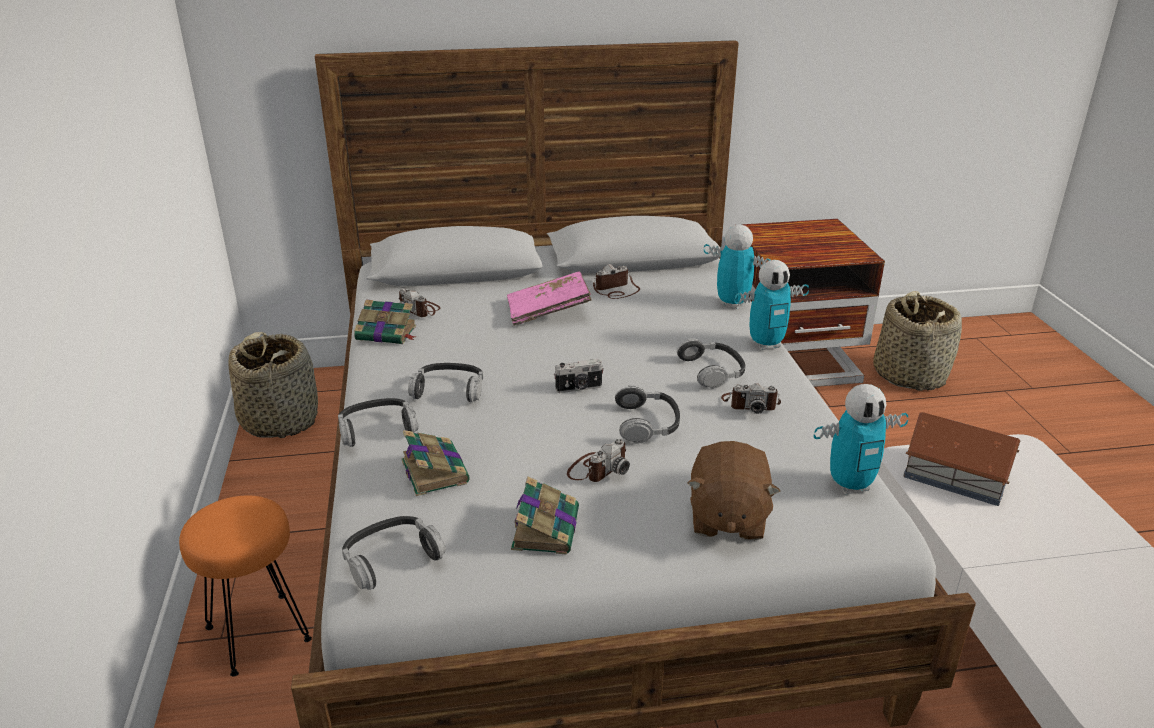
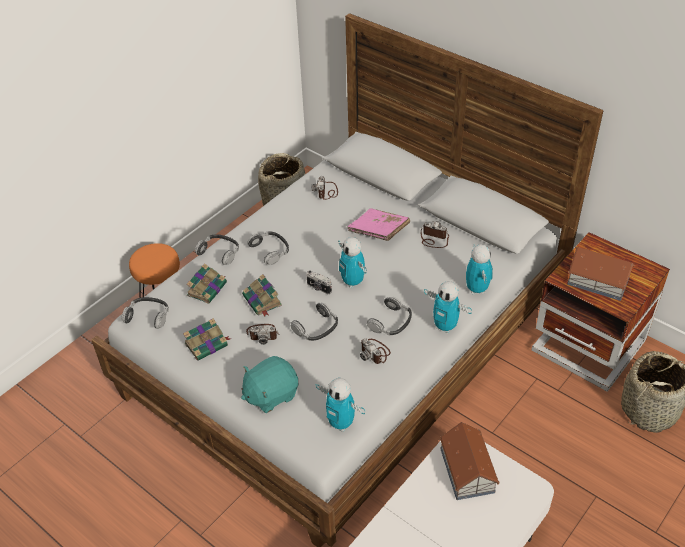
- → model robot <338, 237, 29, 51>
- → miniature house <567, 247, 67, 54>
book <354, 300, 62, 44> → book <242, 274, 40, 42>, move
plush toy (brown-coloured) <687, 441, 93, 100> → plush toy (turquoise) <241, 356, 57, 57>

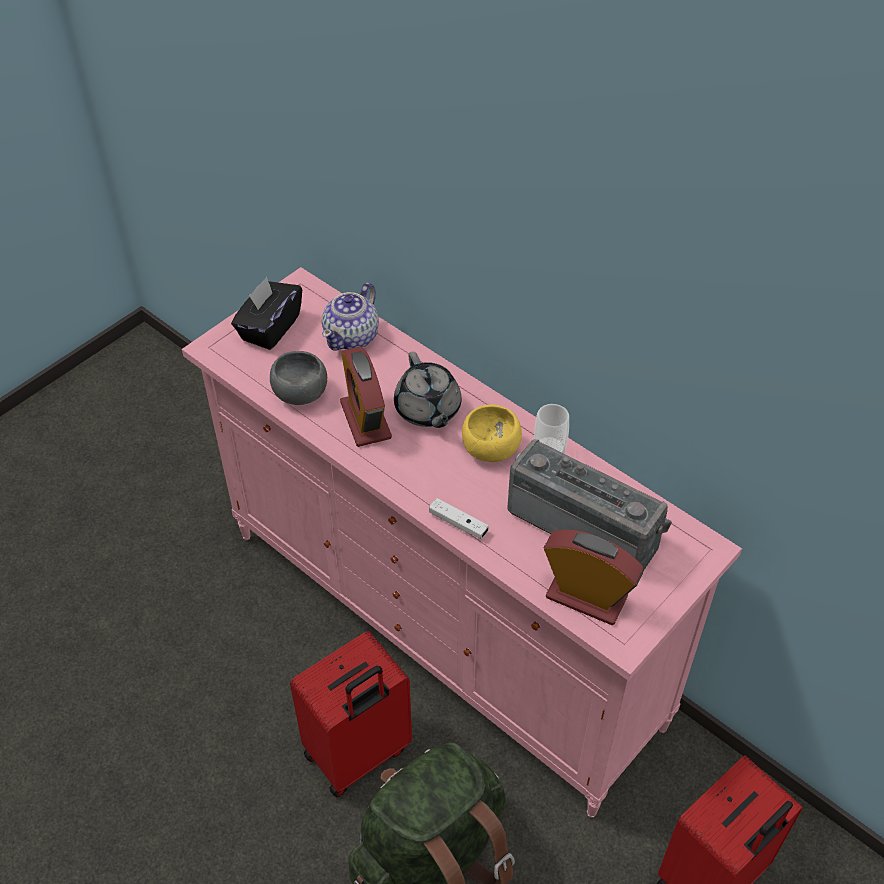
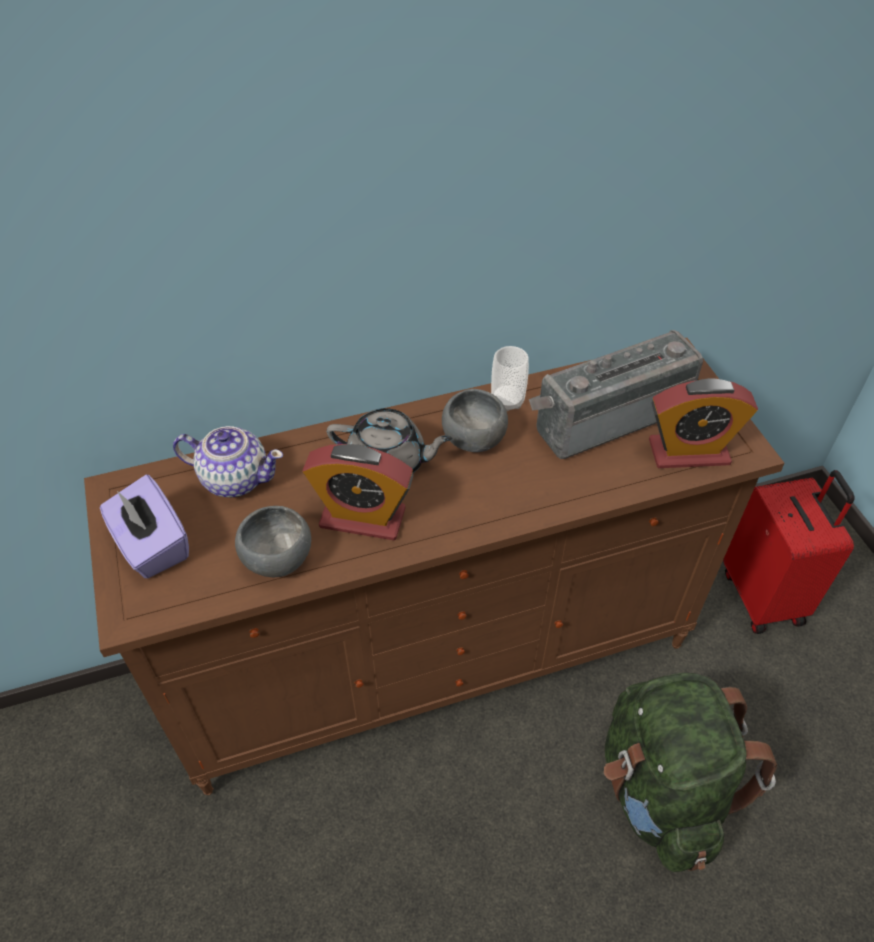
suitcase (red) <290, 631, 122, 166> → -
game controller (white-coloured) <429, 498, 60, 41> → -
dresser (pink) <182, 267, 560, 551> → dresser (brown-coloured) <84, 338, 700, 457>
tissue holder (black-coloured) <231, 277, 71, 73> → tissue holder (purple-coloured) <100, 475, 89, 103>
serving bowl (yellowish) <462, 405, 60, 57> → serving bowl (grey) <442, 389, 66, 63>
pot for tea <322, 282, 57, 69> → pot for tea <173, 426, 110, 72>, 45 degrees counterclockwise
alarm clock <544, 530, 99, 95> → alarm clock <649, 378, 109, 90>, 150 degrees counterclockwise

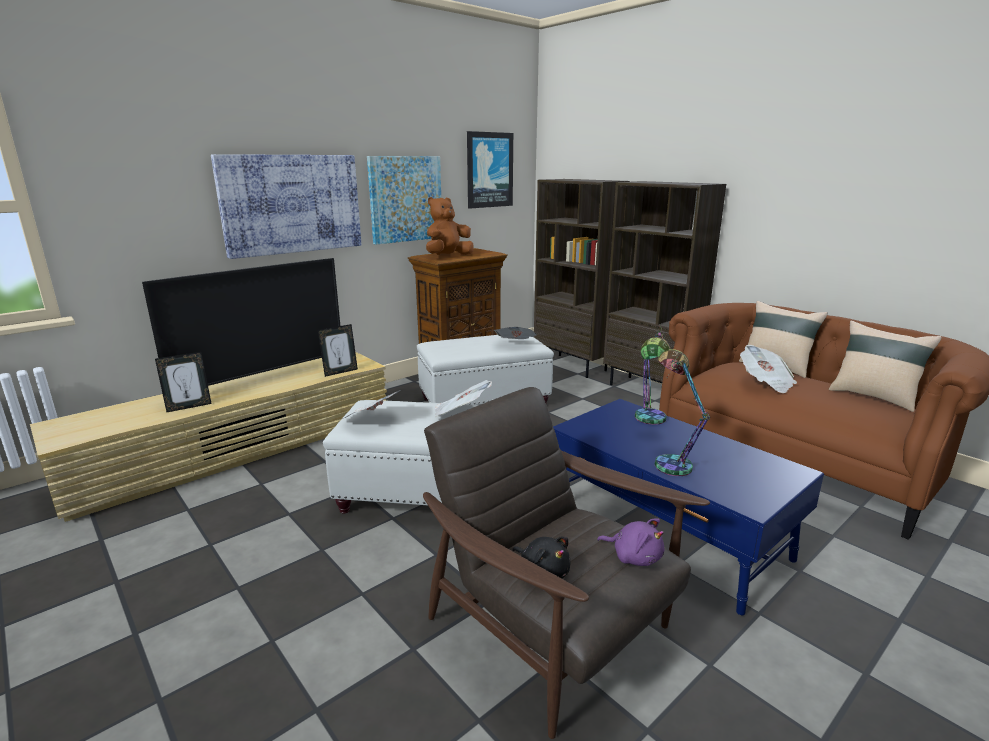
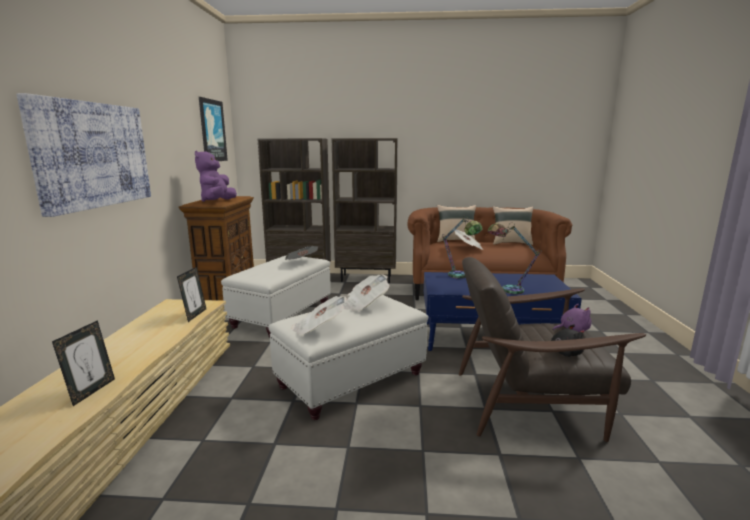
television <142, 258, 198, 128> → -
wall picture <367, 156, 74, 89> → -
plush toy (brown-coloured) <426, 197, 48, 58> → plush toy (purple-coloured) <195, 151, 42, 51>

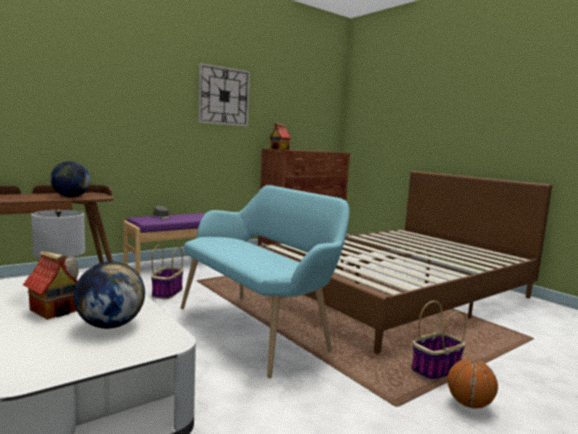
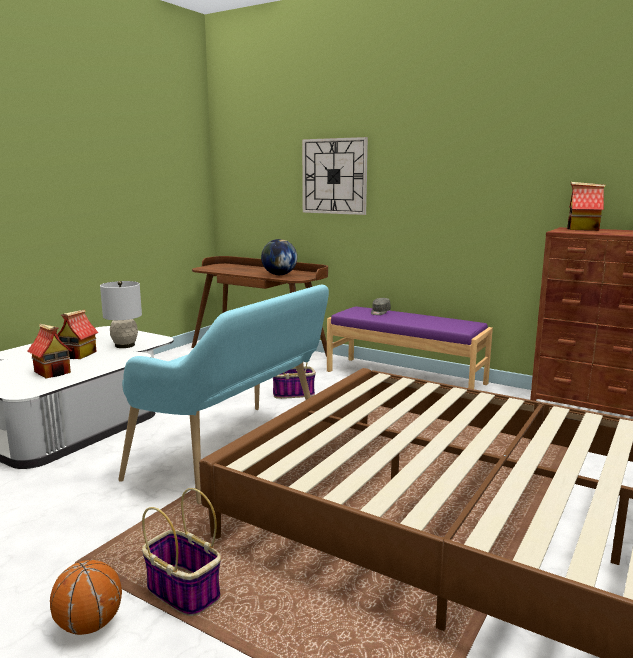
clock on the wall <198, 63, 52, 63> → clock on the wall <302, 137, 66, 78>, move
world globe <74, 261, 71, 68> → miniature house <27, 324, 45, 55>

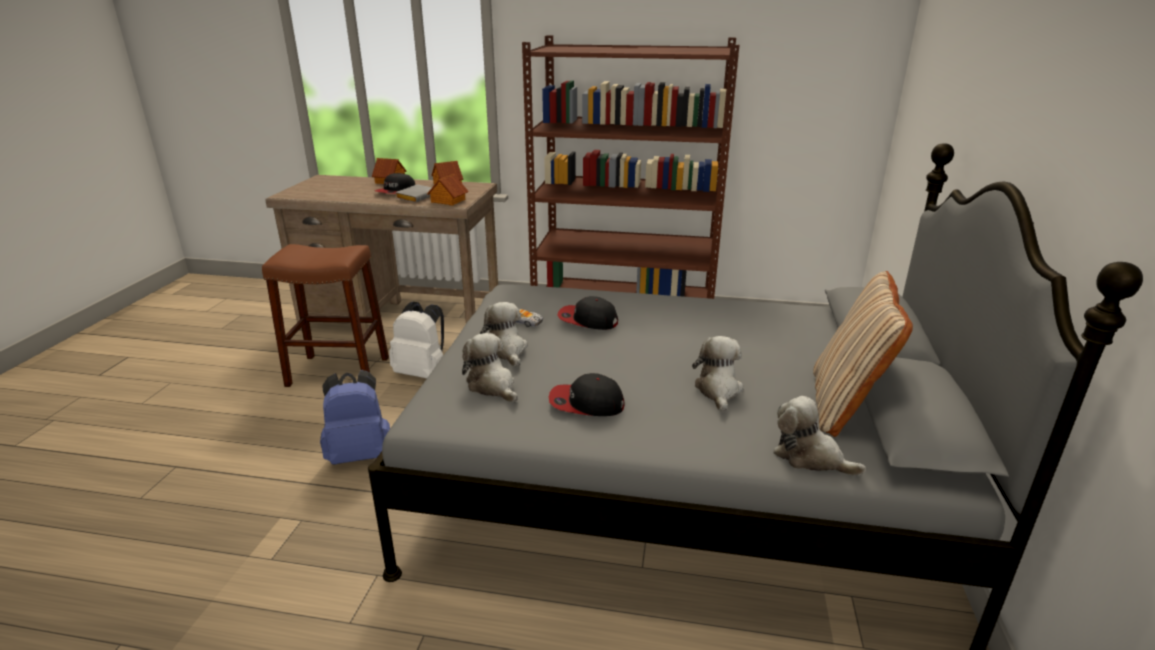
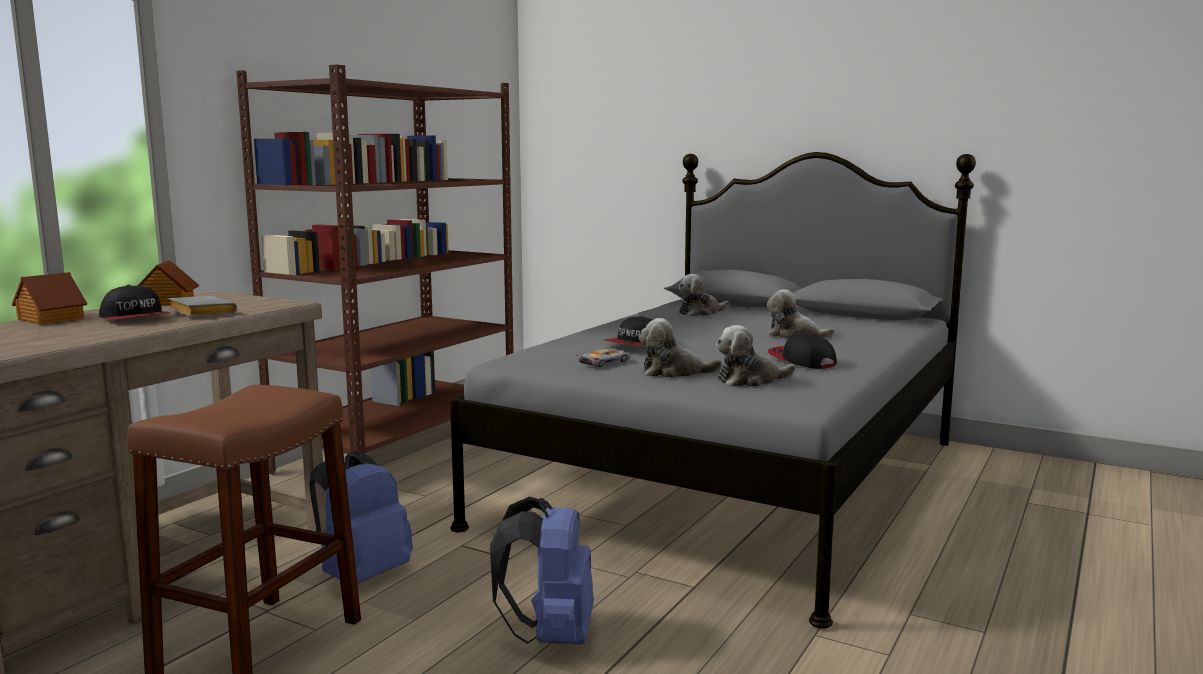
miniature house <427, 174, 42, 32> → -
pillow (sand-coloured) <813, 271, 100, 166> → -
plush toy <773, 396, 93, 80> → plush toy <679, 274, 50, 42>, move
rucksack (white-coloured) <389, 302, 55, 77> → rucksack (blue) <309, 451, 104, 133>
baseball cap <549, 373, 76, 43> → baseball cap <768, 333, 69, 36>, 120 degrees clockwise

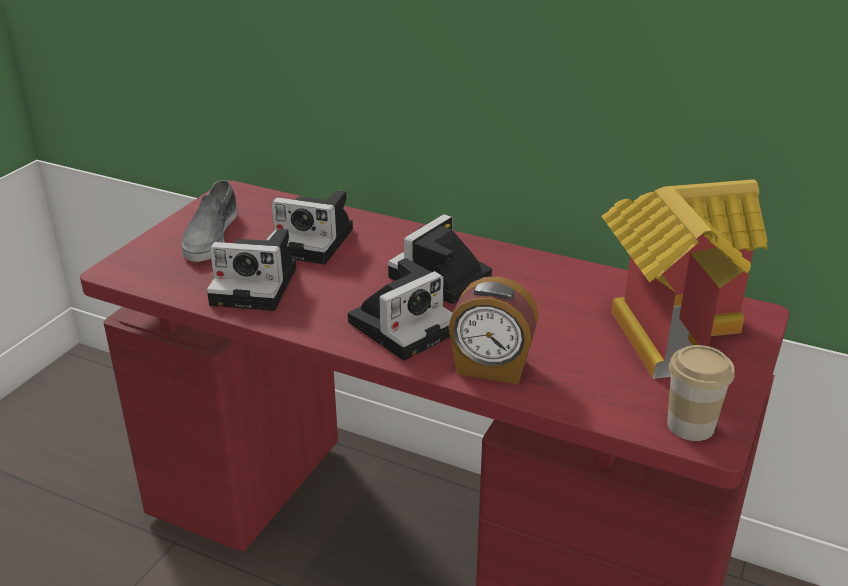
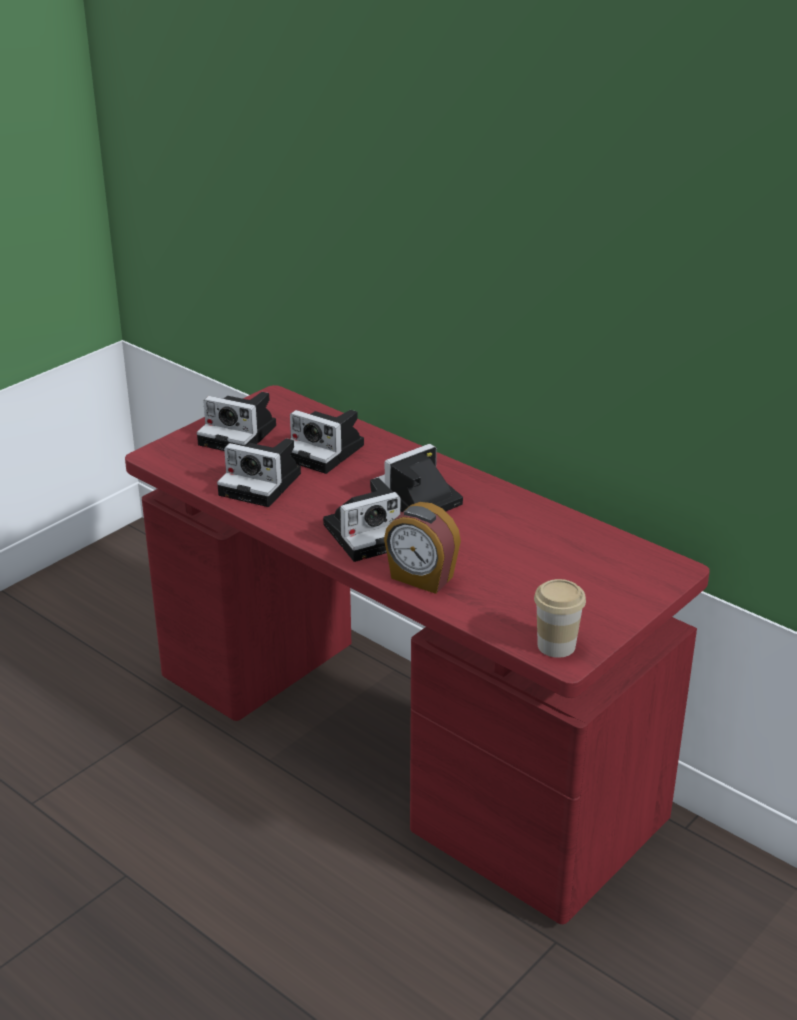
miniature house <602, 179, 166, 200> → -
item of footwear (grey) <182, 180, 55, 82> → photo camera <197, 392, 79, 59>

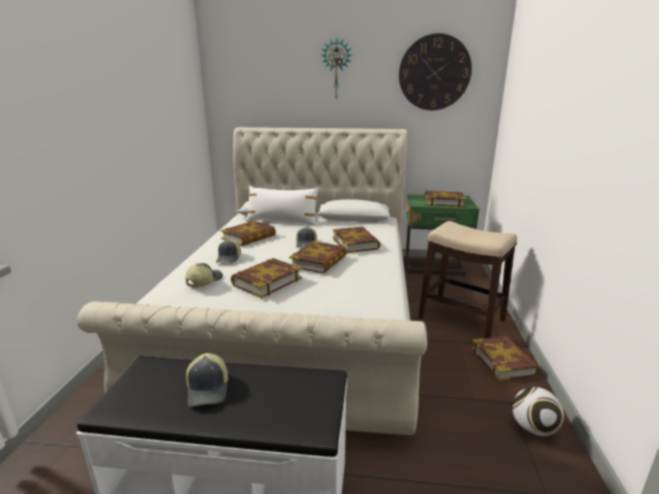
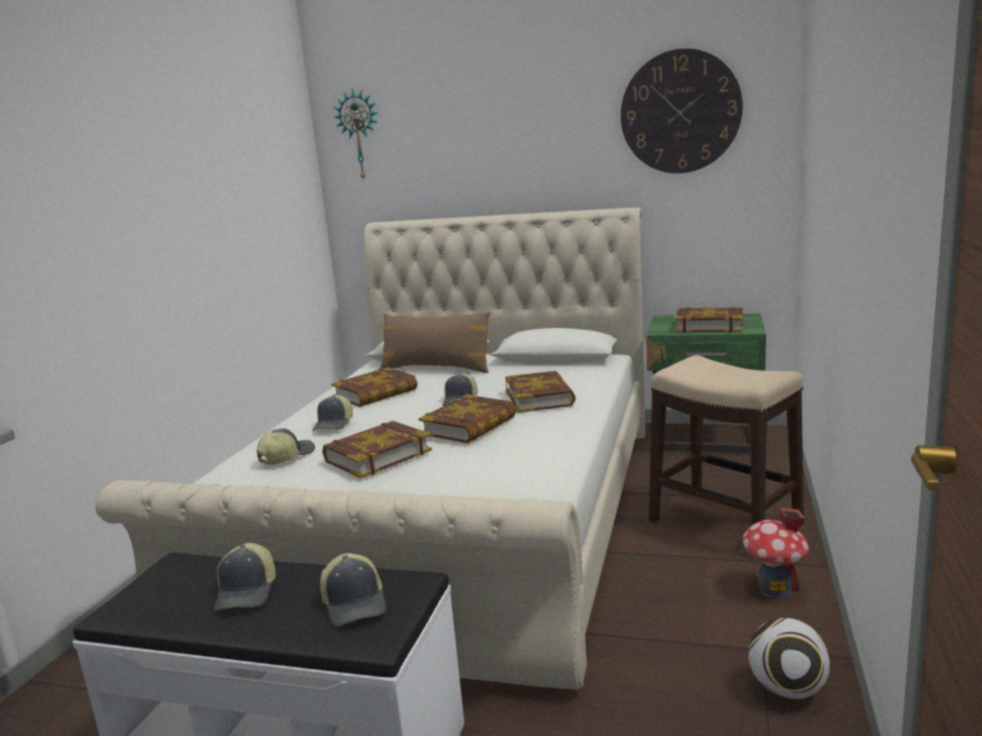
- → baseball cap <320, 553, 66, 74>
clock on the wall <320, 38, 32, 61> → clock on the wall <334, 89, 44, 92>, move
book <471, 336, 69, 45> → miniature house <742, 508, 67, 91>
pillow (white-coloured) <246, 186, 72, 40> → pillow (brown-coloured) <380, 312, 110, 61>

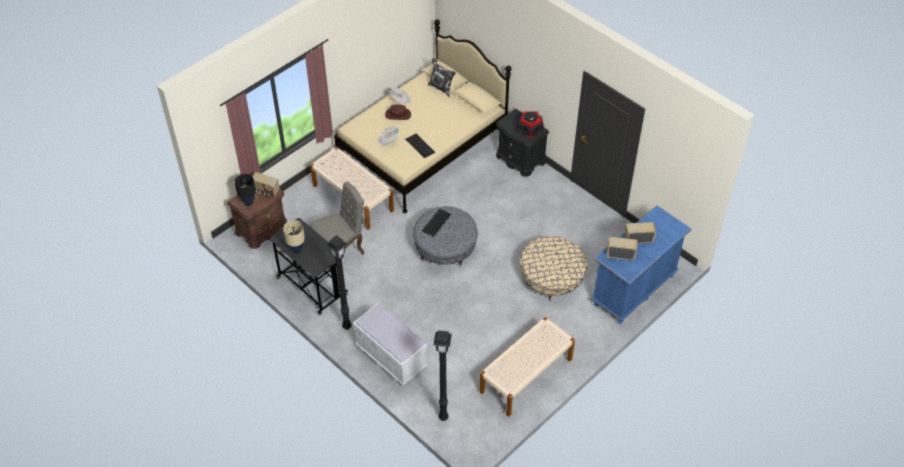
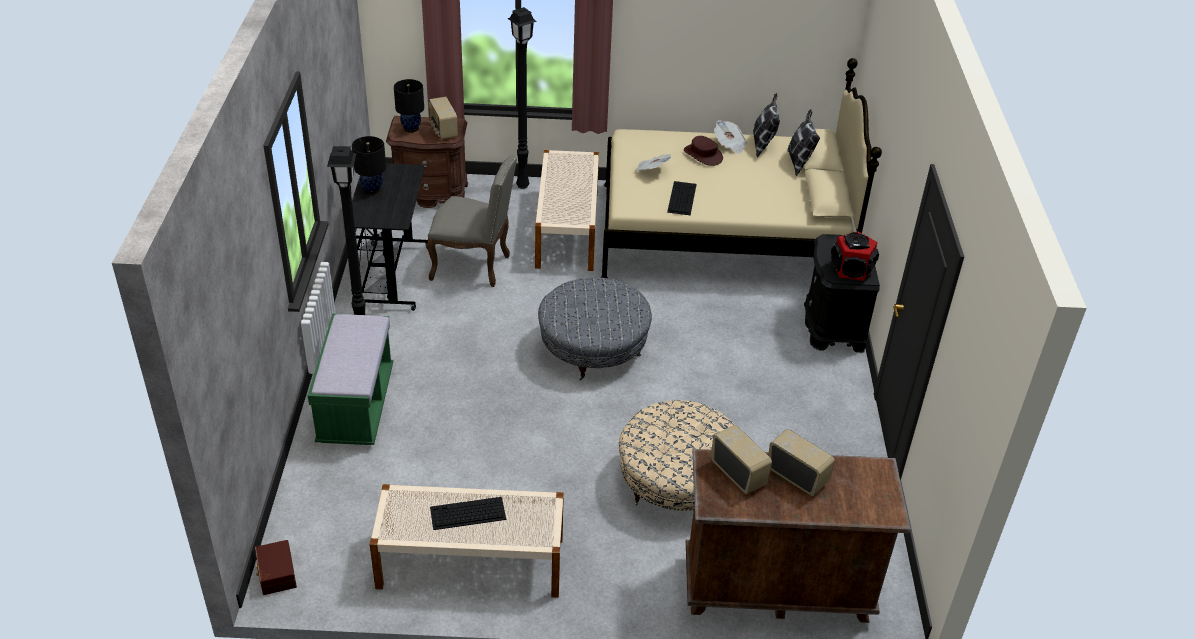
- → storage container (brown-coloured) <255, 540, 42, 55>
- → pillow <753, 93, 27, 64>
PC keyboard <422, 209, 29, 28> → PC keyboard <430, 497, 76, 33>, move
standard lamp (black-coloured) <434, 331, 18, 90> → standard lamp (black-coloured) <507, 7, 30, 182>, move
tabletop lamp (sand-coloured) <283, 220, 22, 33> → tabletop lamp (black-coloured) <352, 136, 34, 58>
bench (white-coloured) <353, 304, 74, 81> → bench (greenish) <308, 314, 85, 131>
dresser (blue) <591, 205, 101, 119> → dresser (brown-coloured) <686, 449, 225, 174>

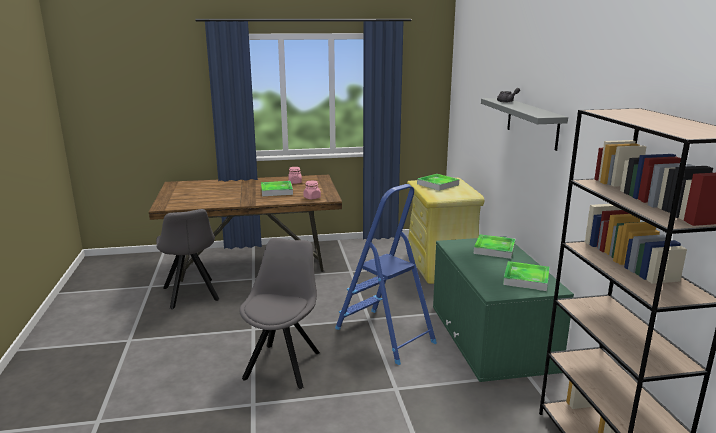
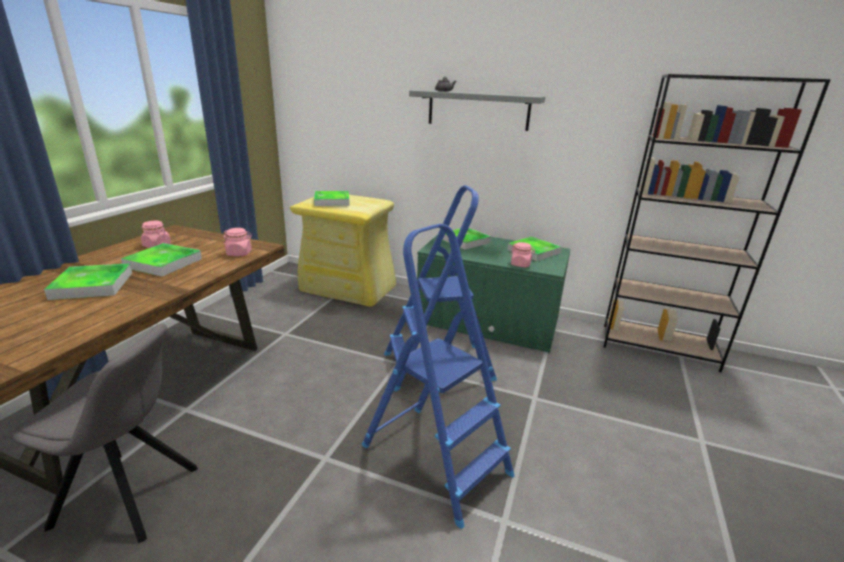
- → tray <44, 263, 88, 37>
- → storage jar (pink) <510, 242, 25, 25>
plain chair (grey) <239, 238, 81, 151> → step ladder (blue) <362, 224, 153, 305>

